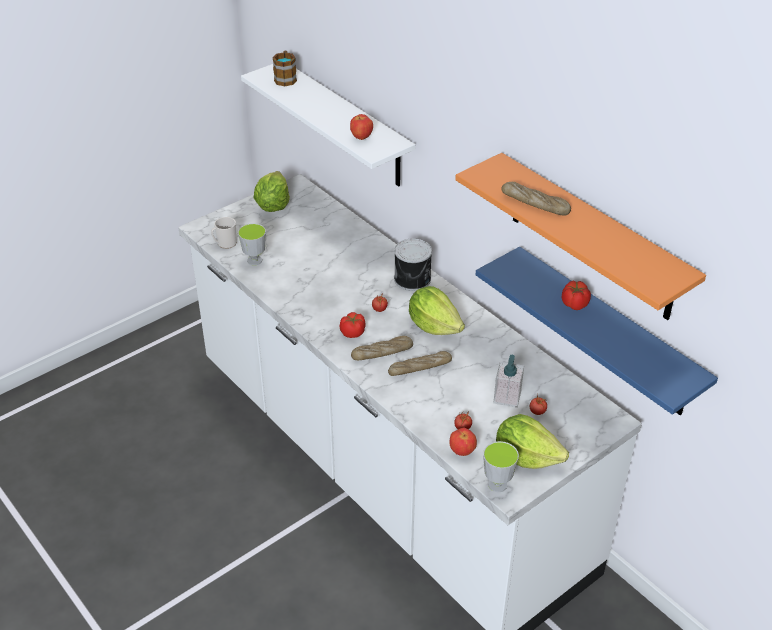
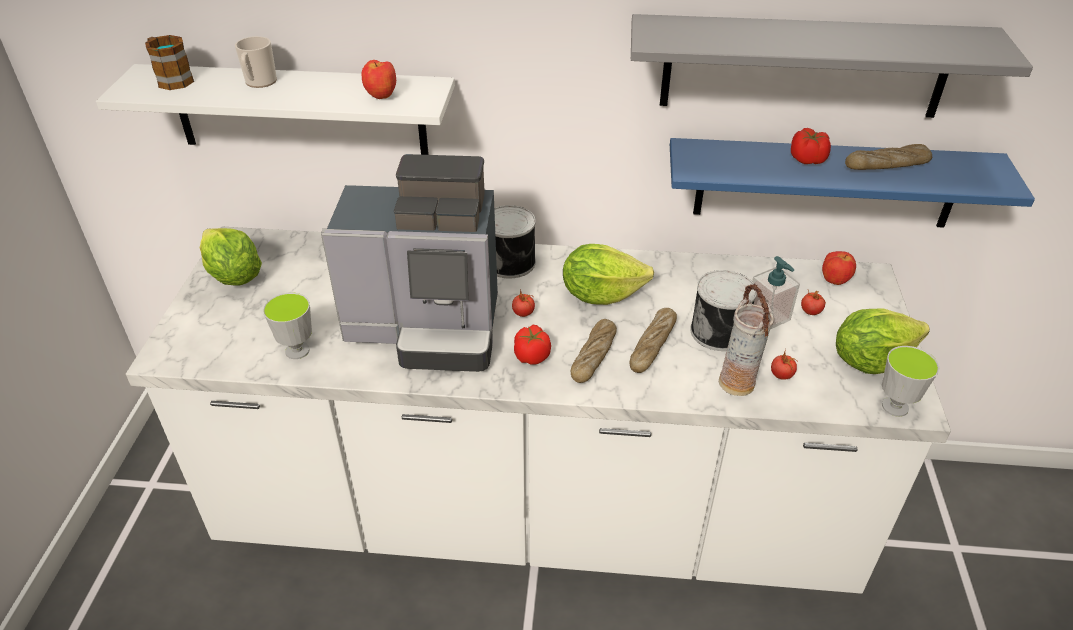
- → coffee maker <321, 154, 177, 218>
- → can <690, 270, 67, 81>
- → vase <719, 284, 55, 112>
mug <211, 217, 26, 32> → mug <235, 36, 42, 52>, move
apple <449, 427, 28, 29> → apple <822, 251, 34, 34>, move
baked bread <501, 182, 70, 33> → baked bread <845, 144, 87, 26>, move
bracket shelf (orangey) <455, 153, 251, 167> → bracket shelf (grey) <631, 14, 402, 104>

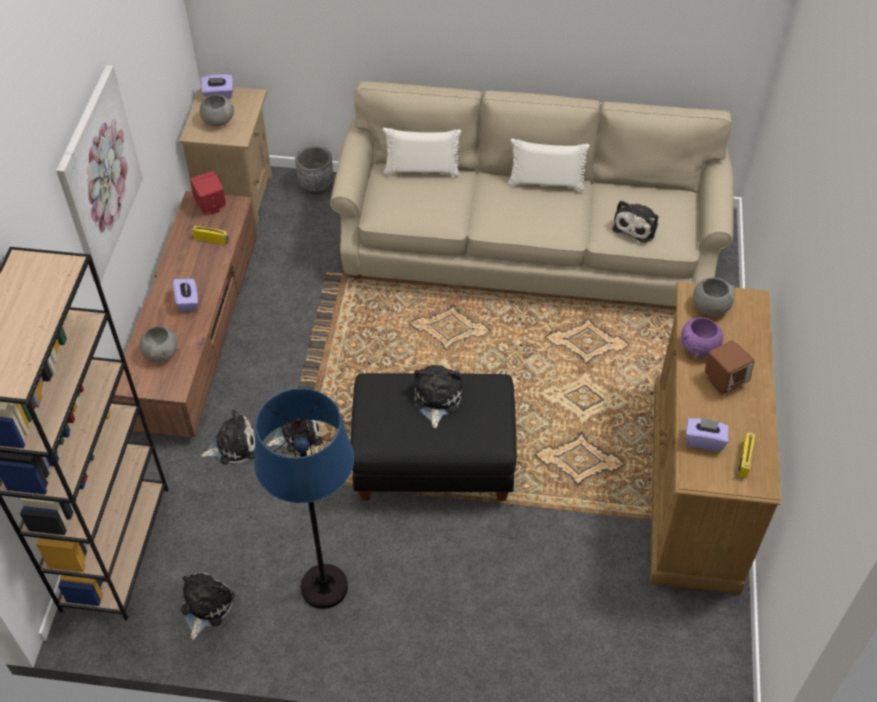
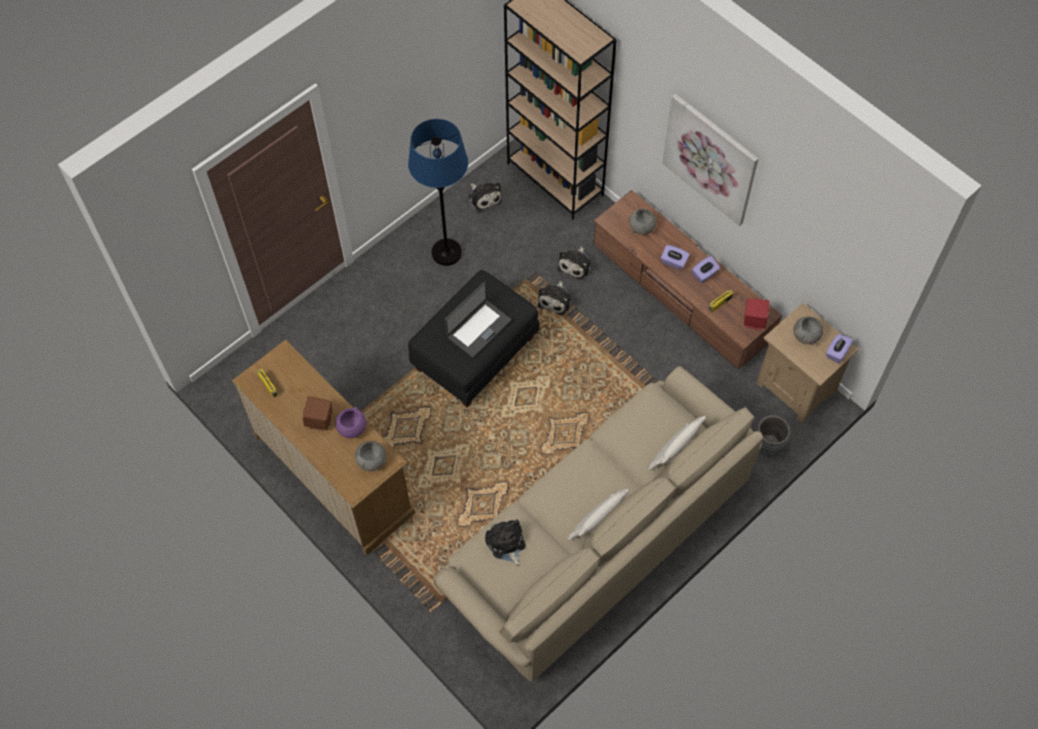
tissue holder (purple-coloured) <686, 417, 43, 35> → tissue holder (purple-coloured) <692, 256, 28, 27>, move
plush toy <414, 365, 48, 63> → laptop <445, 282, 67, 76>

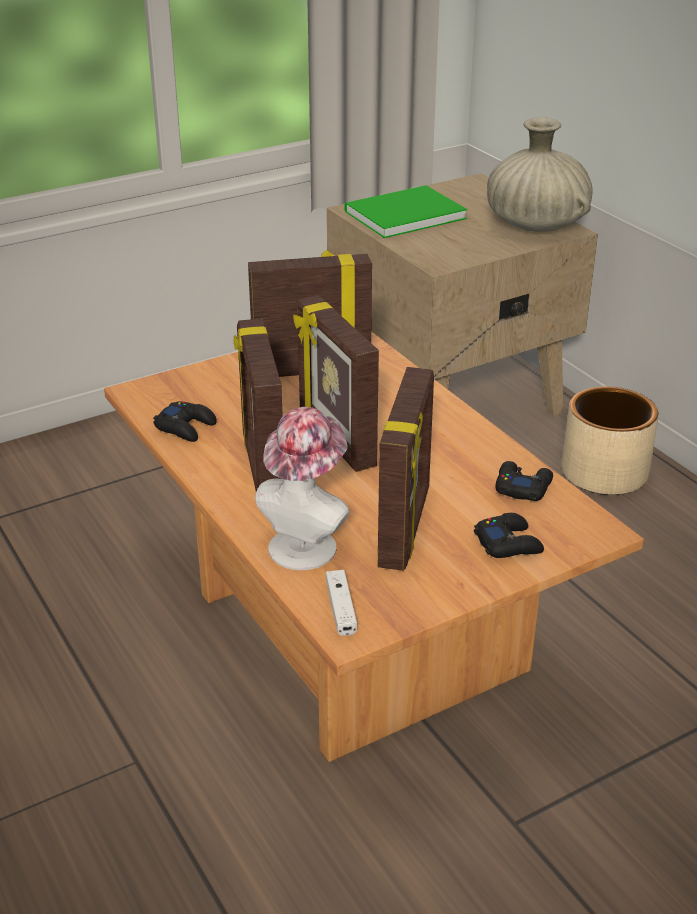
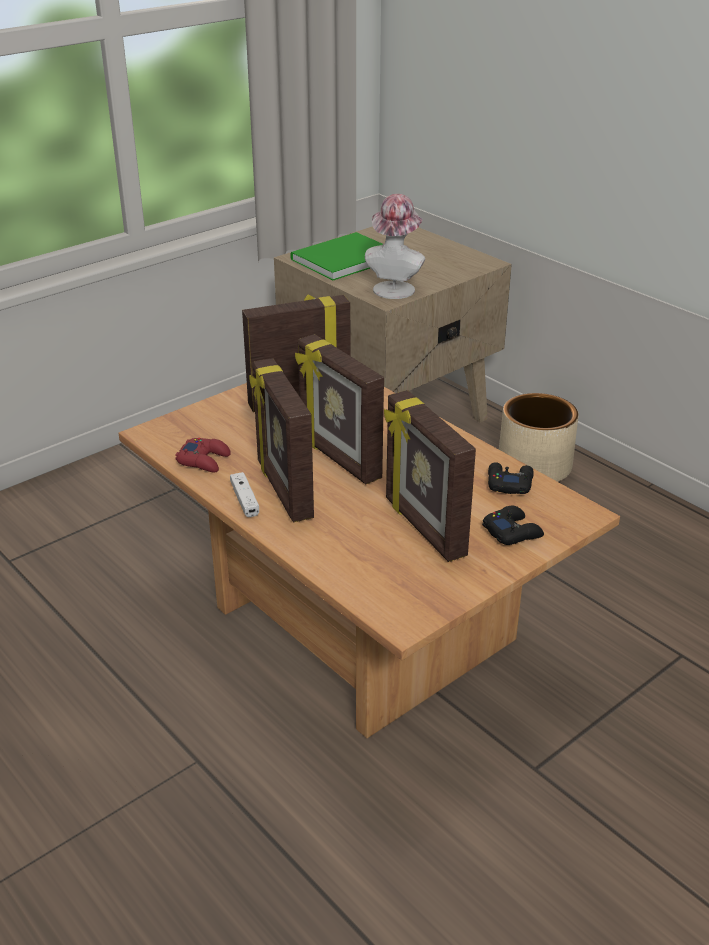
vase (sand-coloured) <487, 117, 106, 115> → -
hat <255, 407, 94, 163> → hat <365, 194, 60, 105>, move
game controller (white-coloured) <326, 570, 31, 66> → game controller (white-coloured) <230, 472, 29, 45>, move
game controller (black-coloured) <153, 401, 64, 41> → game controller (red) <175, 438, 56, 35>
picture frame <378, 367, 56, 204> → picture frame <384, 390, 92, 172>, 150 degrees clockwise

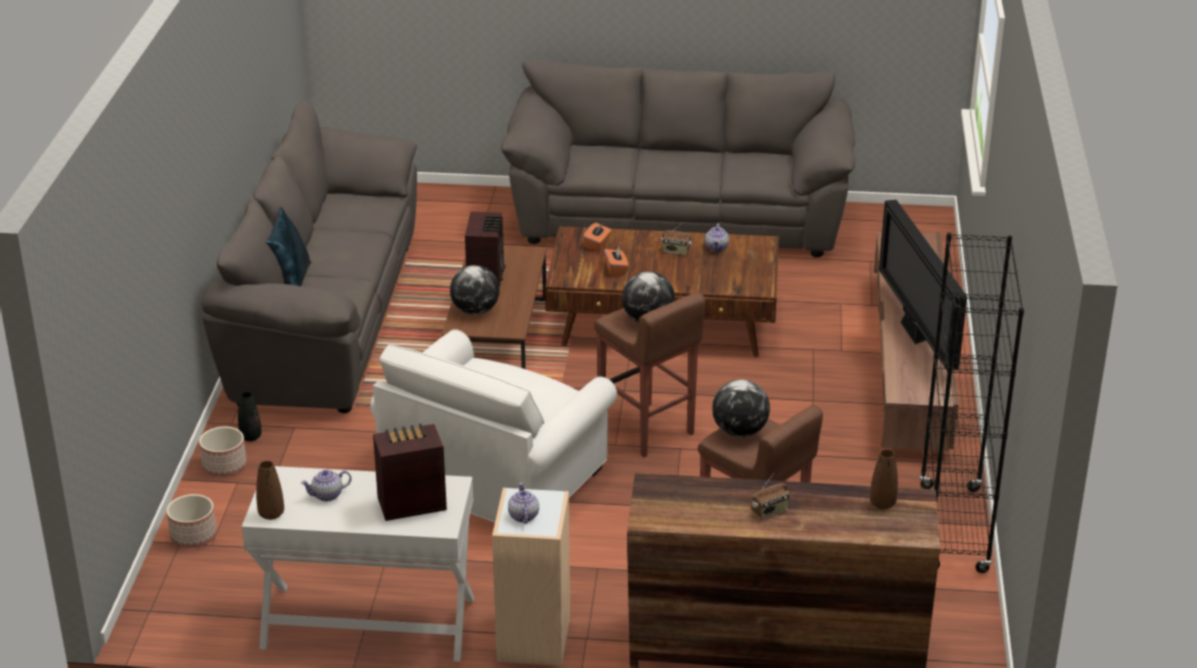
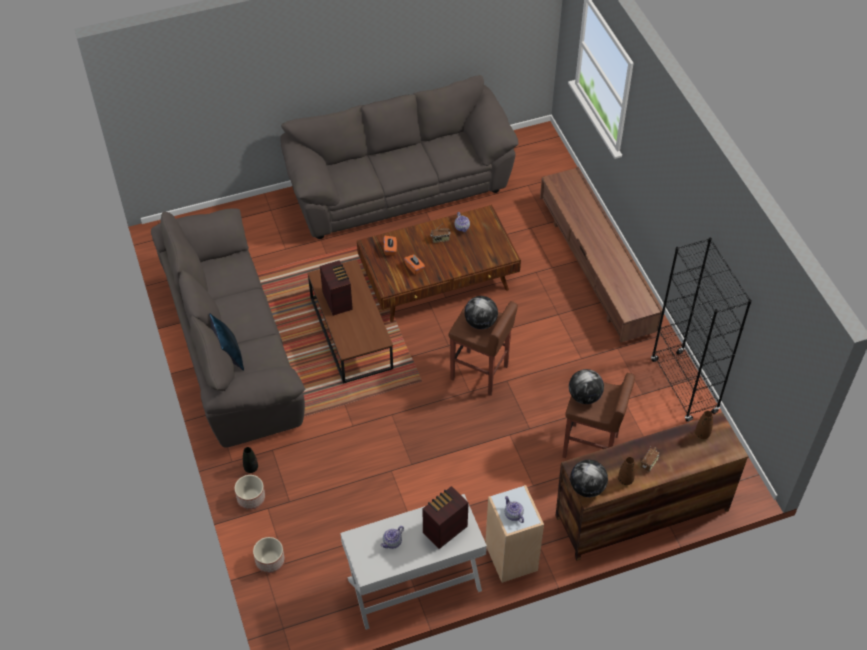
armchair (white-coloured) <370, 329, 247, 193> → -
television <879, 199, 88, 171> → -
vase (brown-coloured) <256, 461, 28, 59> → vase (brown-coloured) <618, 457, 17, 28>, move
world globe <450, 265, 50, 50> → world globe <570, 460, 38, 37>, move

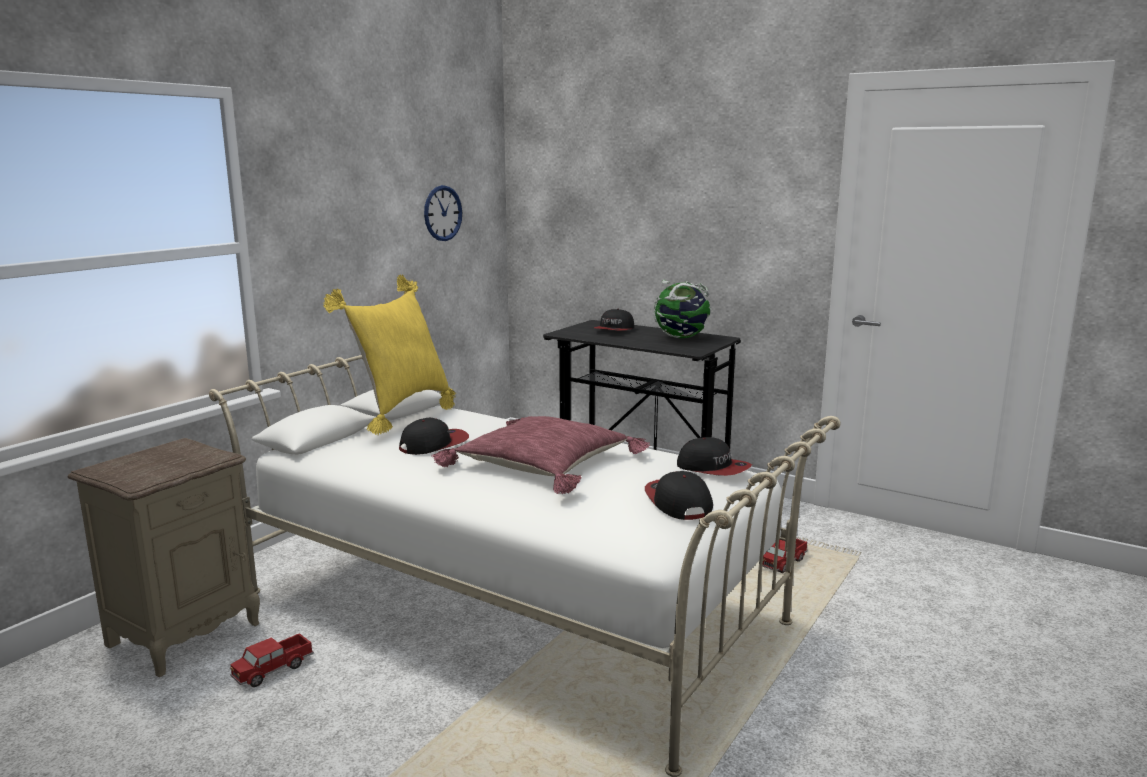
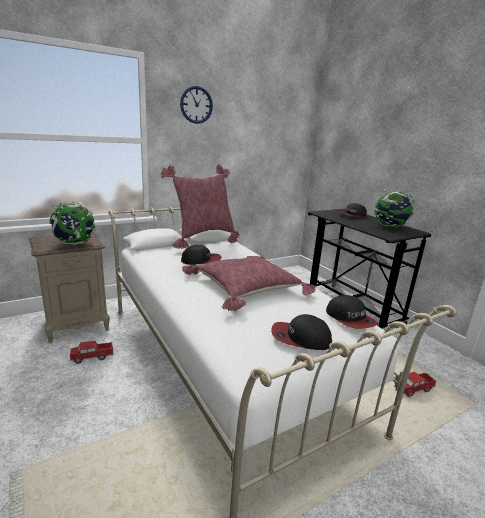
- → world globe <50, 202, 45, 44>
clock on the wall <424, 185, 38, 56> → clock on the wall <180, 86, 33, 38>, move
pillow (yellowish) <323, 275, 133, 160> → pillow (red) <161, 165, 79, 84>
baseball cap <645, 471, 68, 49> → baseball cap <271, 314, 61, 36>, 90 degrees counterclockwise

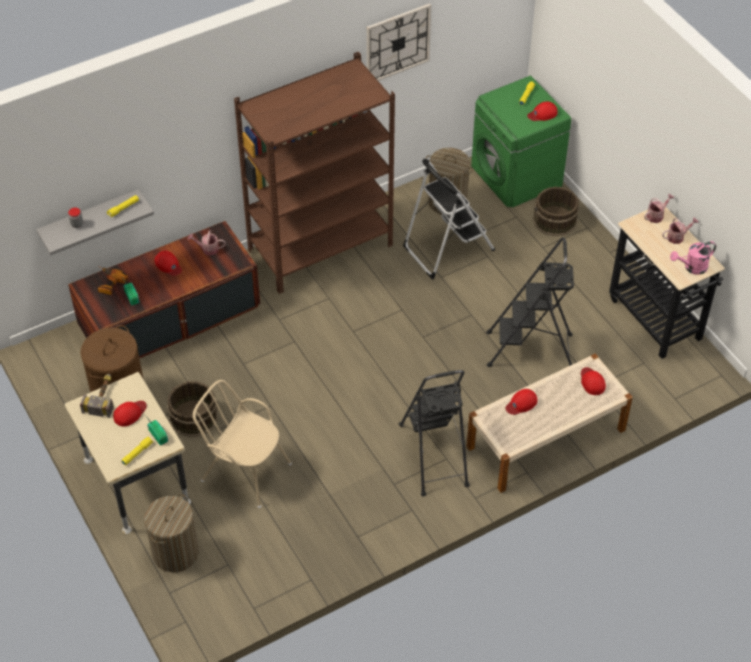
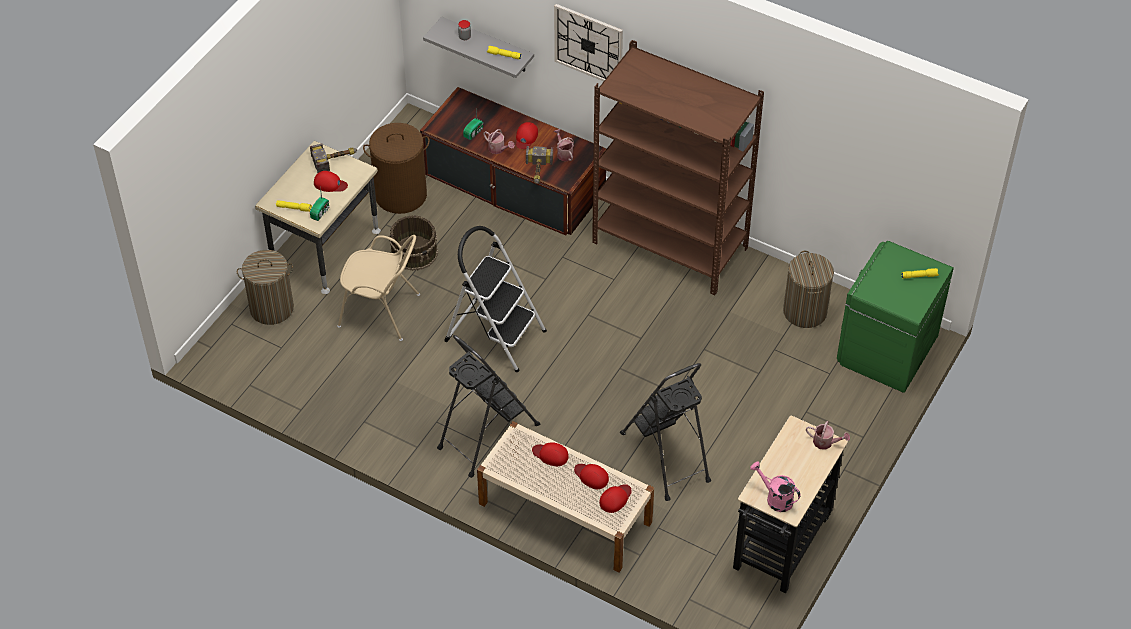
electric drill <98, 266, 30, 29> → -
bucket (brown-coloured) <533, 187, 46, 49> → -
- → hammer <526, 146, 27, 38>
clock on the wall <367, 3, 64, 78> → clock on the wall <554, 4, 69, 77>, move
step ladder <403, 159, 92, 121> → step ladder <444, 226, 103, 146>, move
baseball cap (red) <527, 101, 31, 20> → baseball cap (red) <574, 464, 35, 25>, move
sprinkling can <662, 218, 37, 26> → sprinkling can <483, 129, 32, 25>, move
plain chair (sand-coloured) <193, 380, 99, 128> → plain chair (sand-coloured) <337, 235, 83, 106>, 105 degrees clockwise

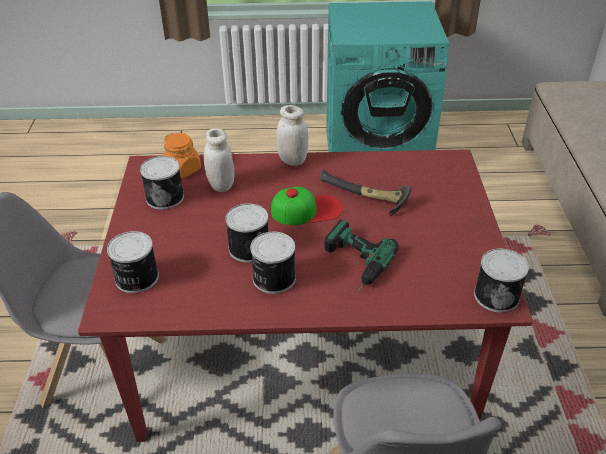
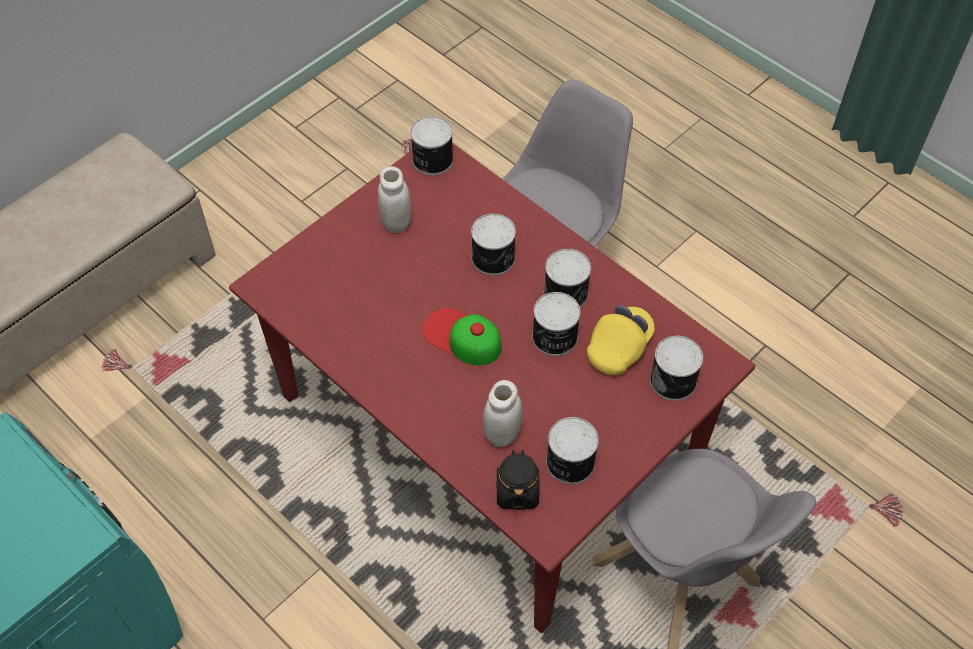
hammer <320, 169, 92, 47> → -
- → baseball cap (yellowish) <587, 305, 68, 70>
storage jar (white-coloured) <277, 105, 31, 61> → storage jar (white-coloured) <378, 166, 33, 67>, move
electric drill <324, 220, 75, 74> → can <471, 214, 45, 62>
storage jar (orangey) <163, 133, 38, 46> → storage jar (black-coloured) <496, 450, 43, 59>

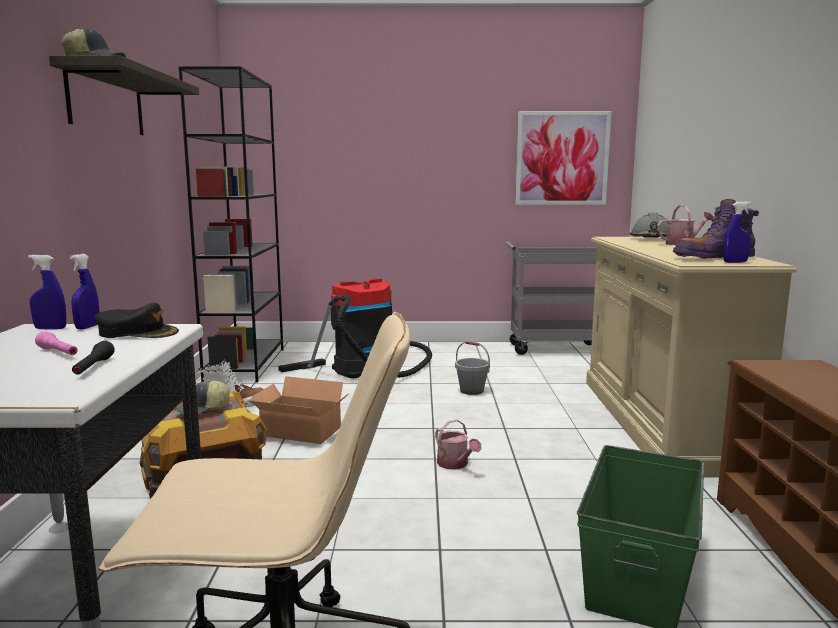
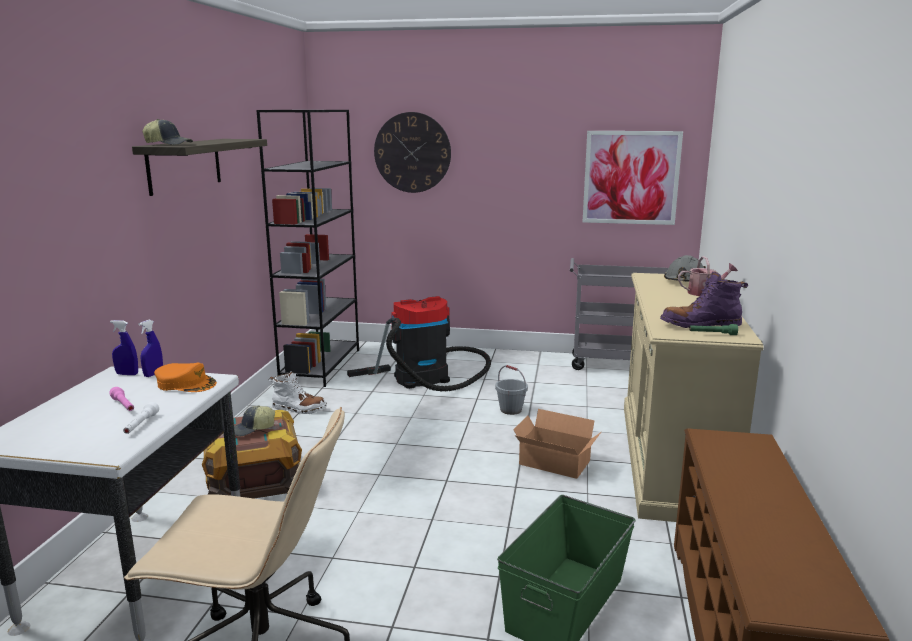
sprinkling can <435, 419, 46, 51> → -
- → clock on the wall <374, 112, 77, 81>
carton <250, 376, 99, 68> → carton <513, 409, 88, 70>, move
sprayer (blue) <723, 201, 29, 62> → torch (greenish) <689, 324, 49, 11>
torch (black-coloured) <72, 341, 43, 34> → torch (white-coloured) <123, 402, 36, 32>
baseball cap (black-coloured) <94, 303, 85, 35> → baseball cap (orangey) <154, 363, 63, 29>

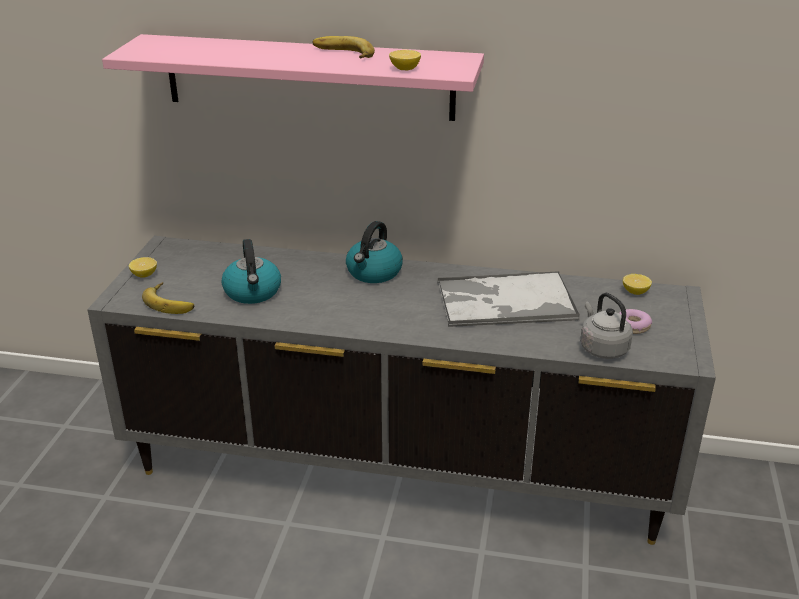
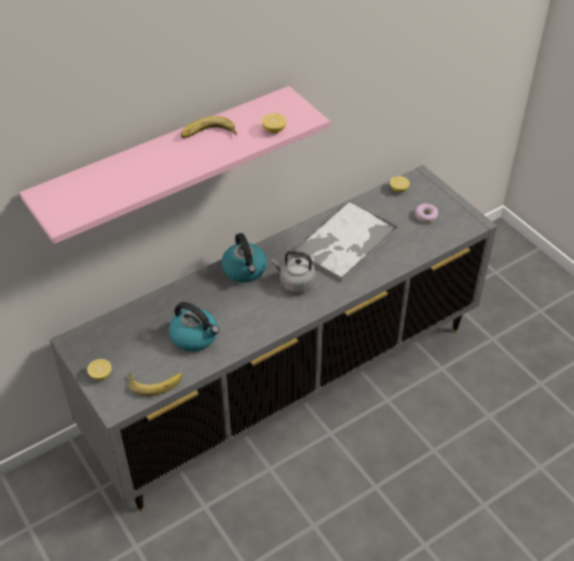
tea kettle (grey) <580, 293, 53, 66> → tea kettle (grey) <272, 250, 44, 43>, move

